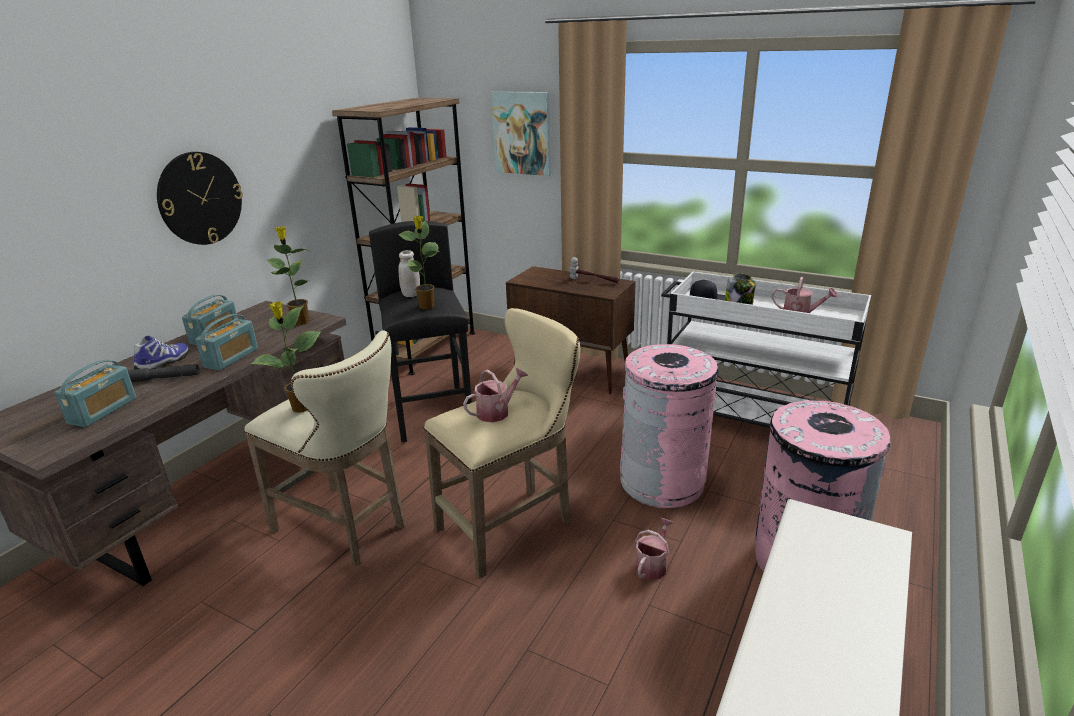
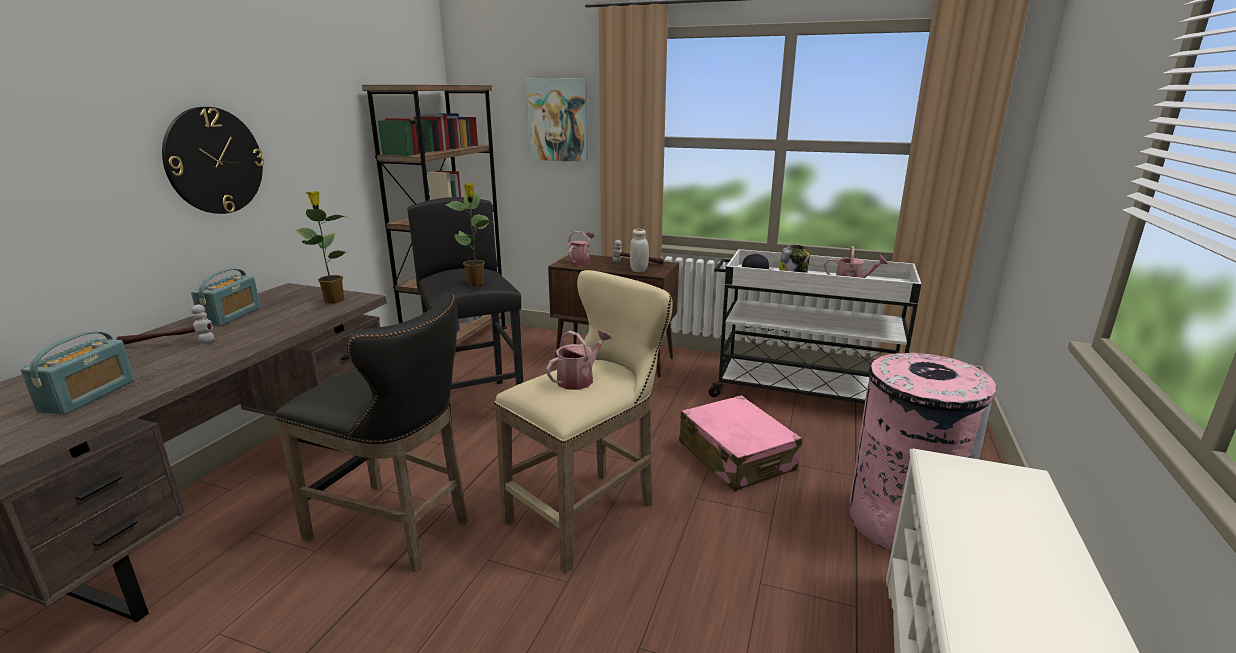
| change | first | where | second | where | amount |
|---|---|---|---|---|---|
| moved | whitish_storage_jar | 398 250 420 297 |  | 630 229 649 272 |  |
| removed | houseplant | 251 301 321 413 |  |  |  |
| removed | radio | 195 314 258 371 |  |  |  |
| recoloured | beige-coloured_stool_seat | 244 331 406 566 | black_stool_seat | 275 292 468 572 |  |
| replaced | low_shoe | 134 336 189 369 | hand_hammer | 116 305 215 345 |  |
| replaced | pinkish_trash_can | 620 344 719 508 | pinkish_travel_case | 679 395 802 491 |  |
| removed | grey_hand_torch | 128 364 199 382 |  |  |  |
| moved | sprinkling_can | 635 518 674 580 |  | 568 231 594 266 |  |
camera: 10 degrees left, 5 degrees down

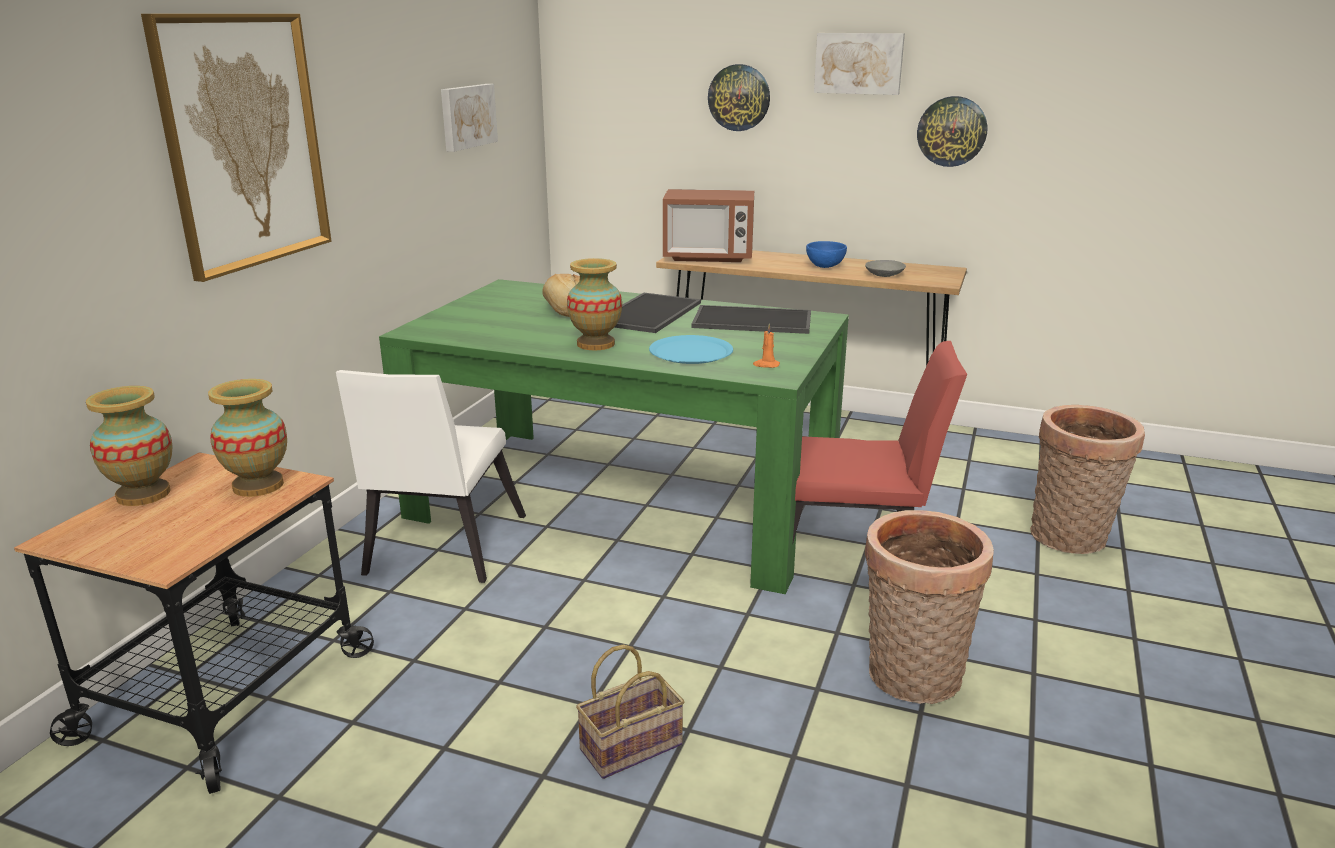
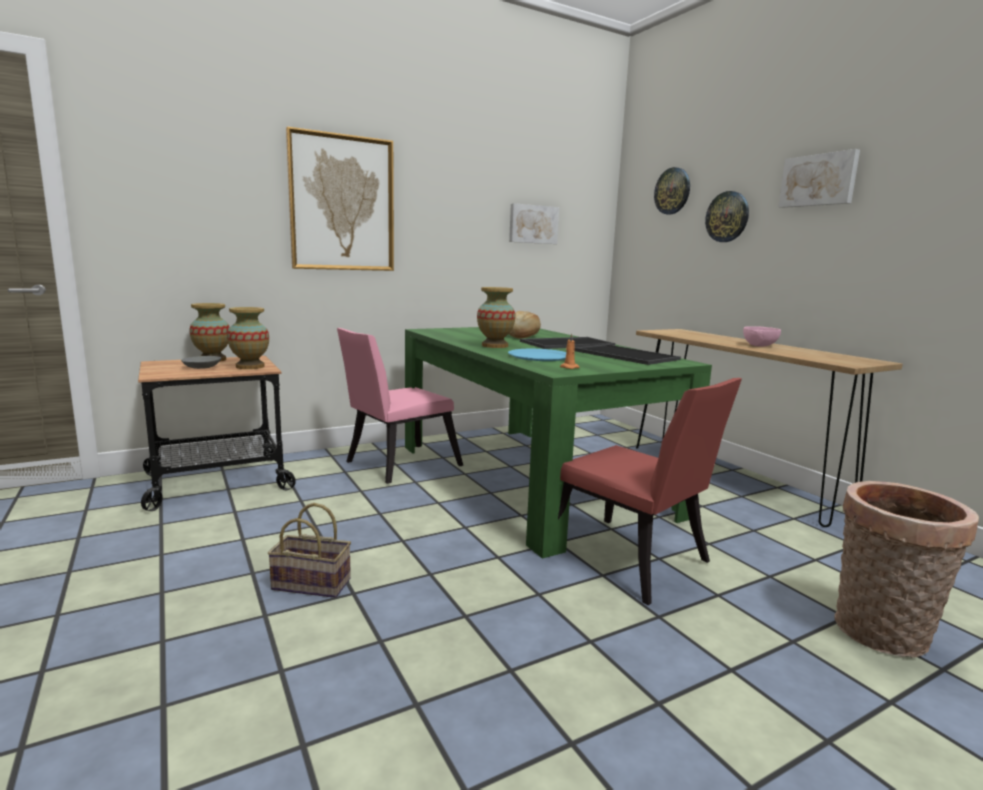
| change | first | where | second | where | amount |
|---|---|---|---|---|---|
| moved | clock_on_the_wall | 917 96 987 167 |  | 654 167 690 215 |  |
| removed | kitchen_microwave | 663 189 754 262 |  |  |  |
| recoloured | blue_bowl | 806 241 847 268 | pinkish_bowl | 743 326 781 347 |  |
| moved | grey_bowl | 865 260 906 277 |  | 181 356 221 369 |  |
| recoloured | whitish_upright_chair | 336 370 526 583 | pinkish_upright_chair | 337 328 463 484 |  |
| removed | basket | 865 510 994 704 |  |  |  |
camera: 40 degrees right, 10 degrees down

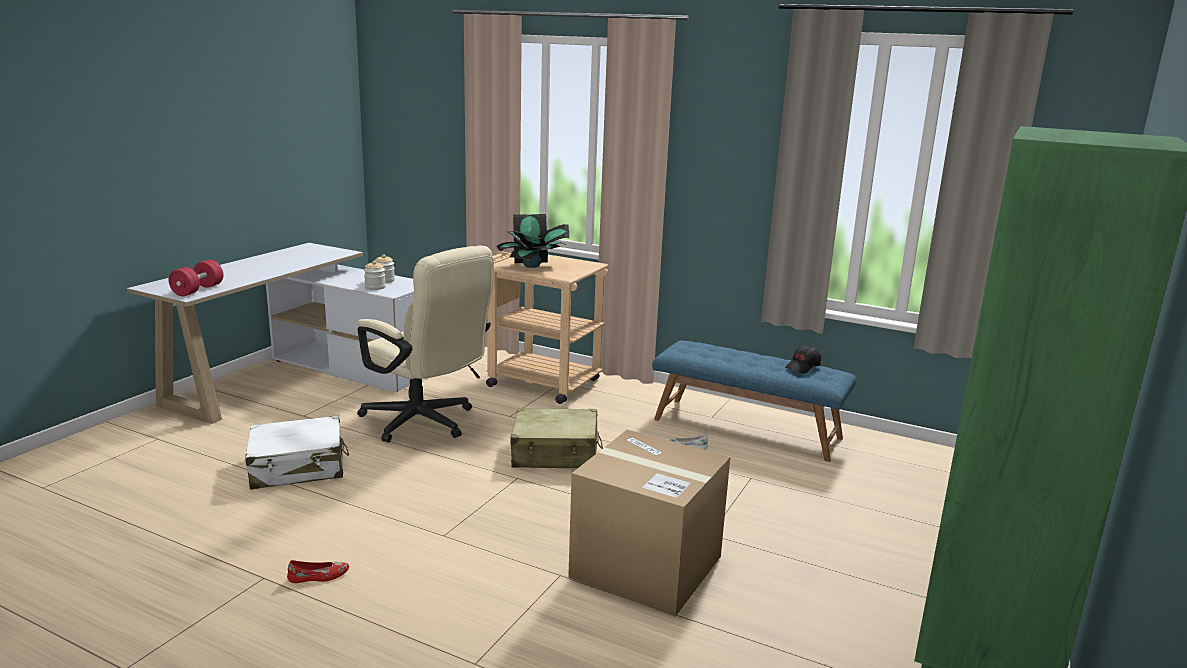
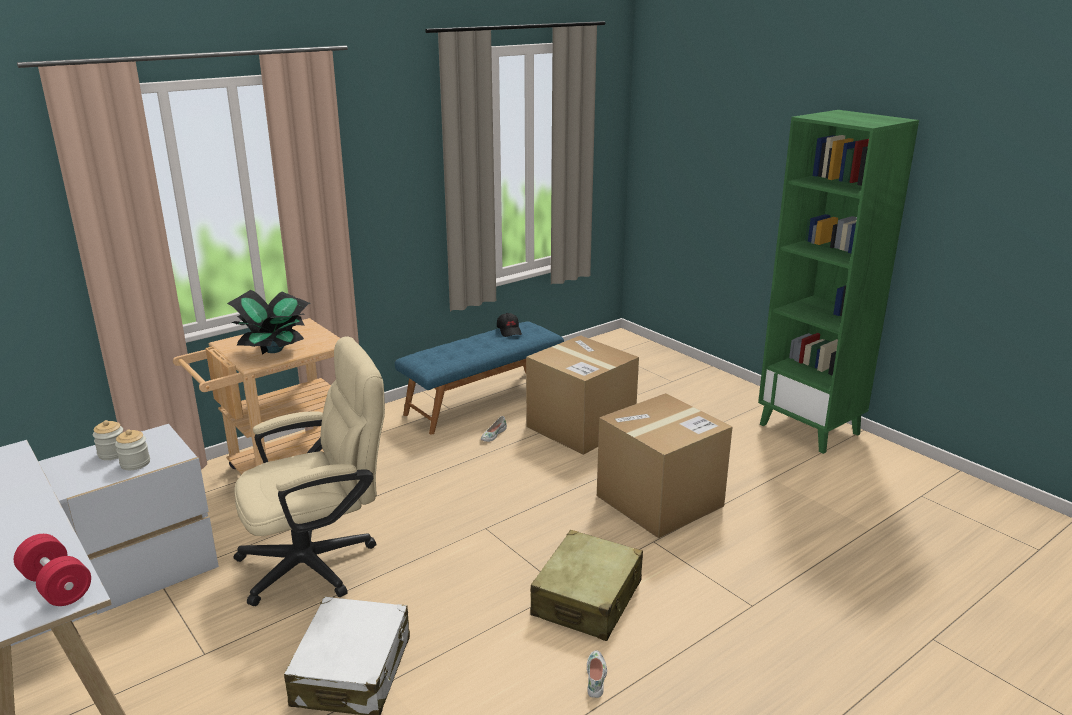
| change | first | where | second | where | amount |
|---|---|---|---|---|---|
| moved | beige-coloured_travel_case | 510 408 603 468 |  | 530 530 643 641 |  |
| recoloured | red-coloured_low_shoe | 287 560 349 583 | whitish_low_shoe | 587 650 607 698 |  |
| added |  |  | cardboard_box | 526 335 639 455 |  |
camera: 65 degrees left, 5 degrees up

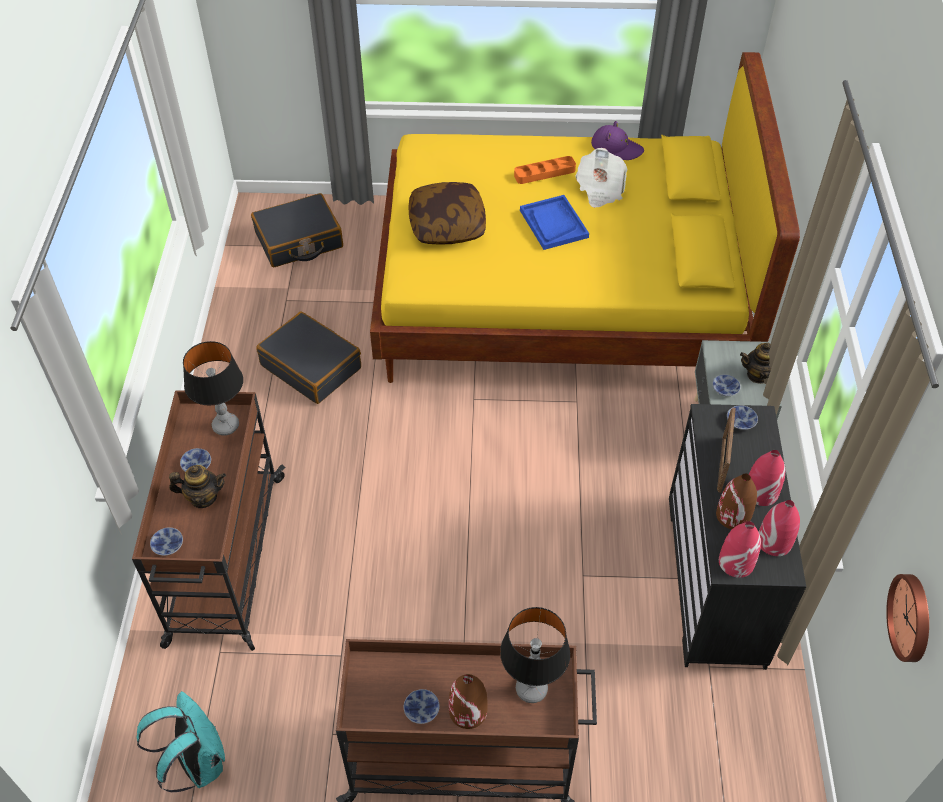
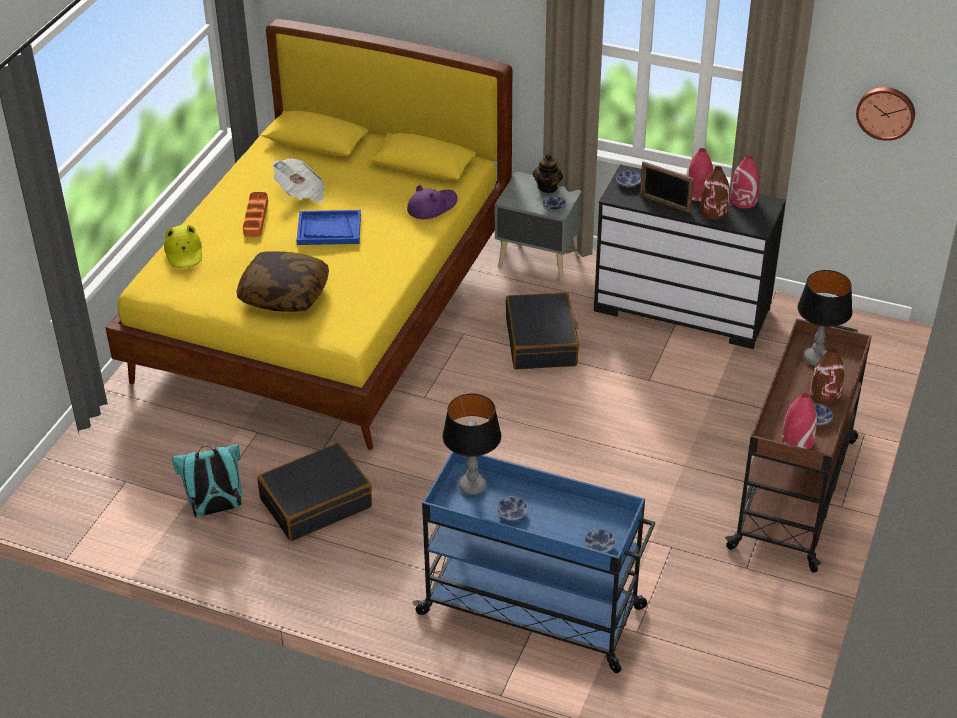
| change | first | where | second | where | amount |
|---|---|---|---|---|---|
| moved | purplish_clothing_hat | 591 121 644 160 |  | 407 185 458 219 |  |
| moved | black_travel_case | 251 193 343 267 |  | 506 292 579 369 |  |
| recoloured | brownish_cart | 132 390 285 651 | blue_cart | 413 452 655 673 |  |
| removed | tea_pot | 169 465 226 508 |  |  |  |
| moved | red-coloured_decorative_vase | 719 521 761 578 |  | 782 393 817 449 |  |
| moved | blue-green_backpack | 137 691 225 792 |  | 172 444 242 517 |  |
| added |  |  | yellow-coloured_clothing_hat | 164 225 202 268 |  |
camera: 70 degrees left, 10 degrees down

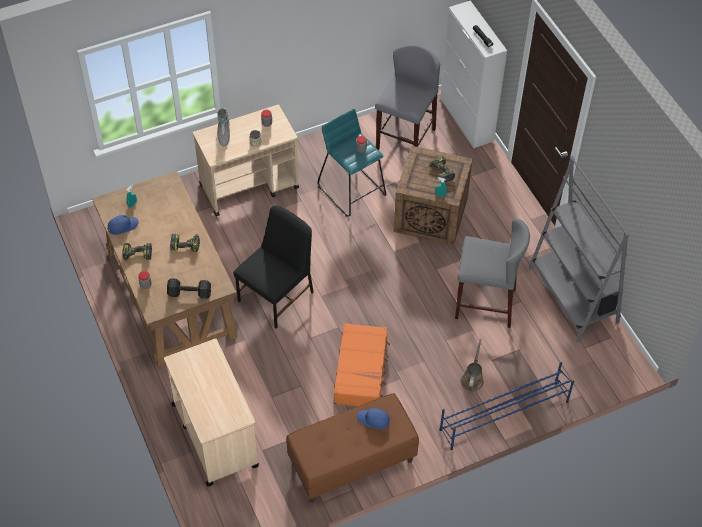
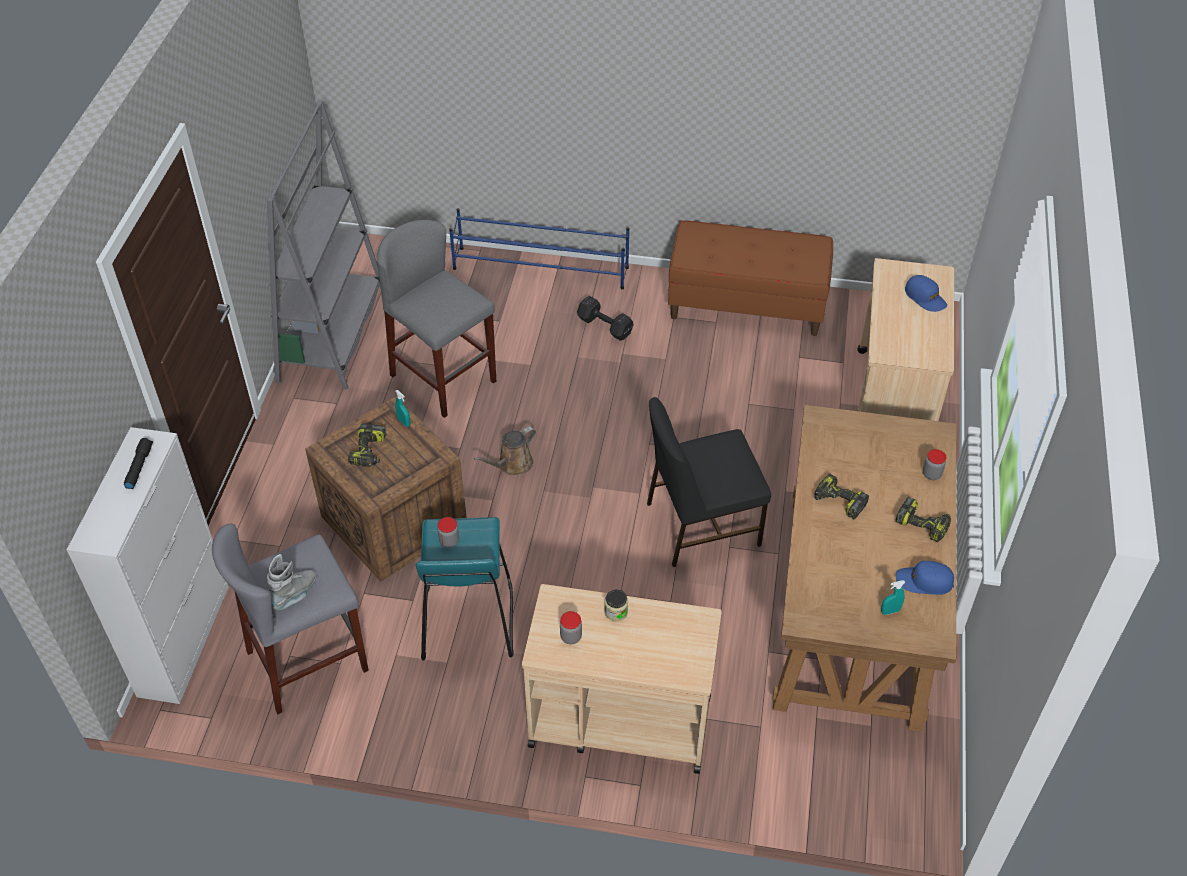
| change | first | where | second | where | amount |
|---|---|---|---|---|---|
| moved | grey_tall_boot | 217 108 230 146 |  | 267 554 316 610 |  |
| moved | black_dumbbell | 167 278 211 299 |  | 577 296 634 341 |  |
| removed | orange_travel_case | 334 323 390 406 |  |  |  |
| moved | brownish_sprinkling_can | 461 339 484 392 |  | 474 426 536 475 |  |
| moved | blue_cap | 357 408 390 429 |  | 905 275 947 312 |  |
camera: 145 degrees left, 5 degrees down

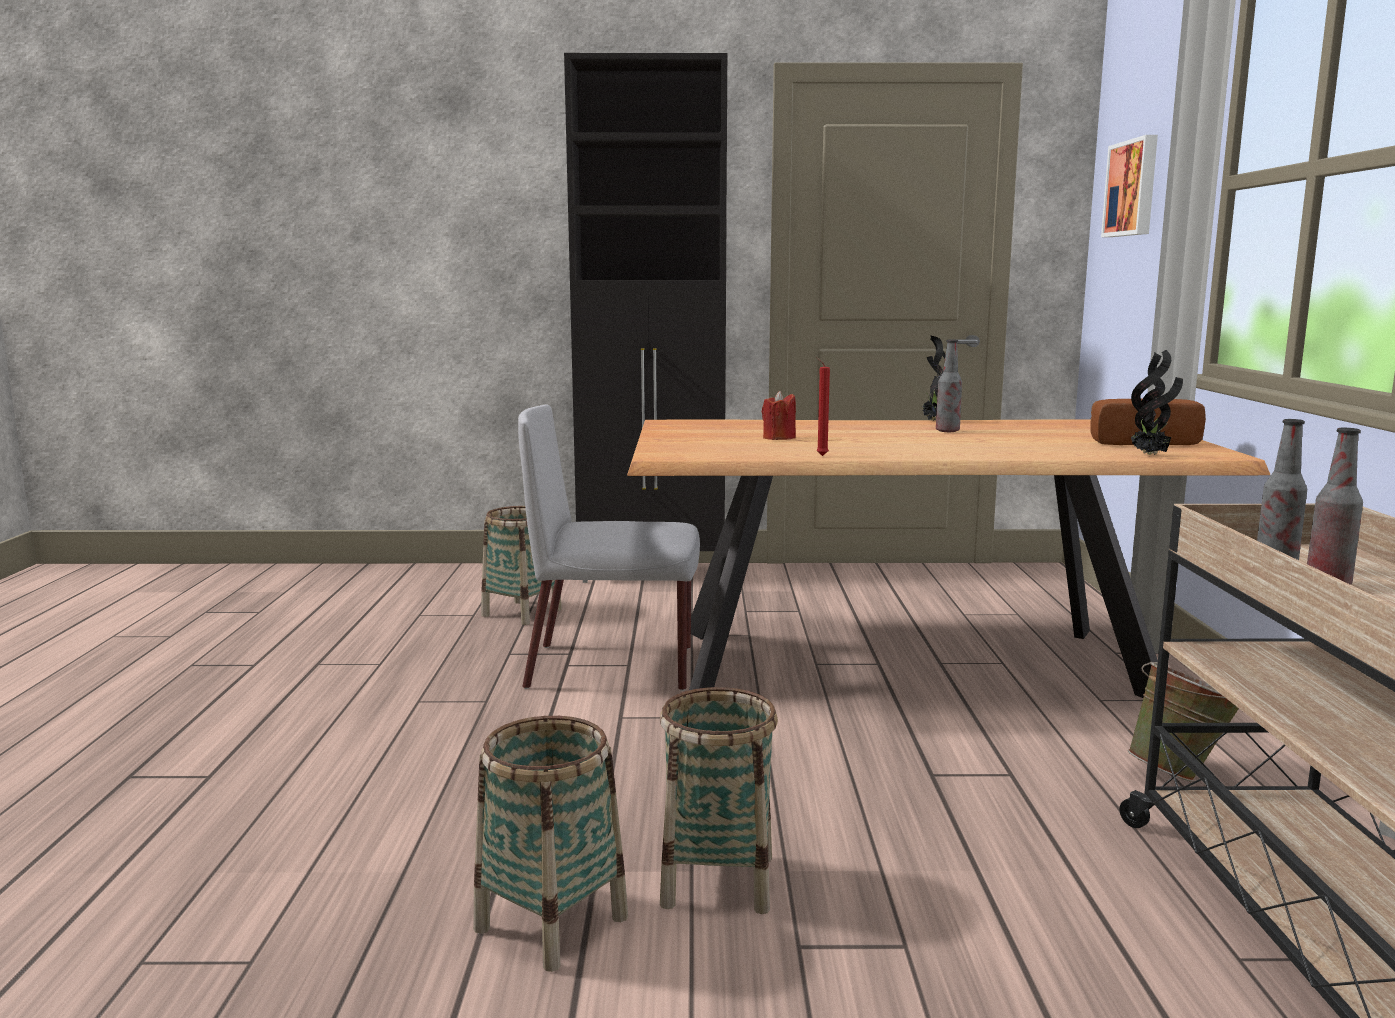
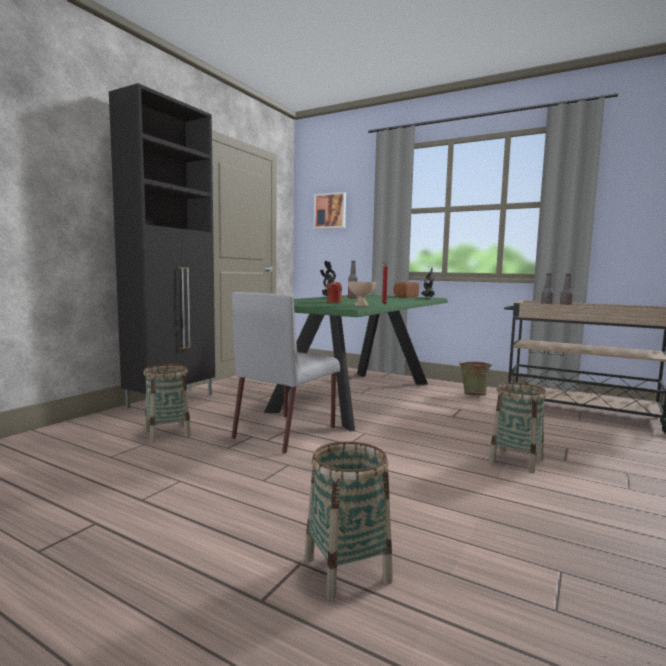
| change | first | where | second | where | amount |
|---|---|---|---|---|---|
| recoloured | brownish_kitchen_table | 627 419 1271 698 | green_kitchen_table | 264 295 448 431 |  |
| moved | basket | 473 716 628 972 |  | 305 441 393 600 |  |
| added |  |  | beige-coloured_bowl | 348 281 376 306 |  |
camera: 60 degrees left, 5 degrees down

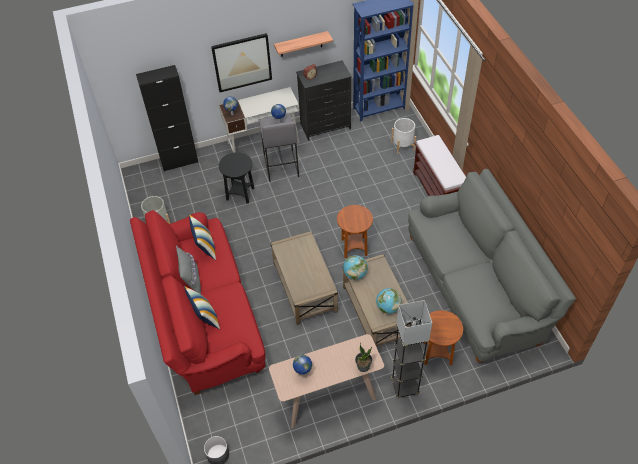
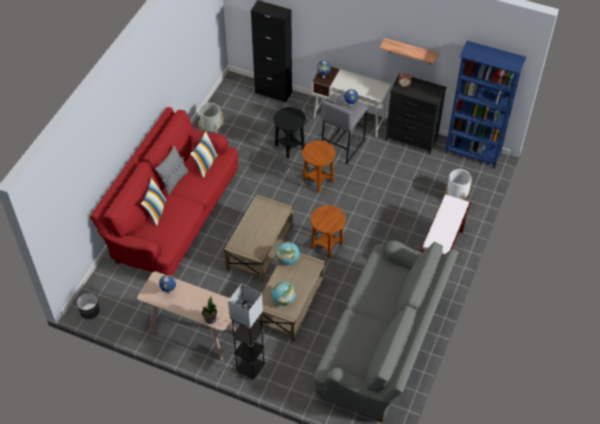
| change | first | where | second | where | amount |
|---|---|---|---|---|---|
| removed | wall_picture | 211 33 272 92 |  |  |  |
| moved | brownish_end_table | 423 310 463 365 |  | 302 140 336 193 |  |
camera: 40 degrees right, 0 degrees up

